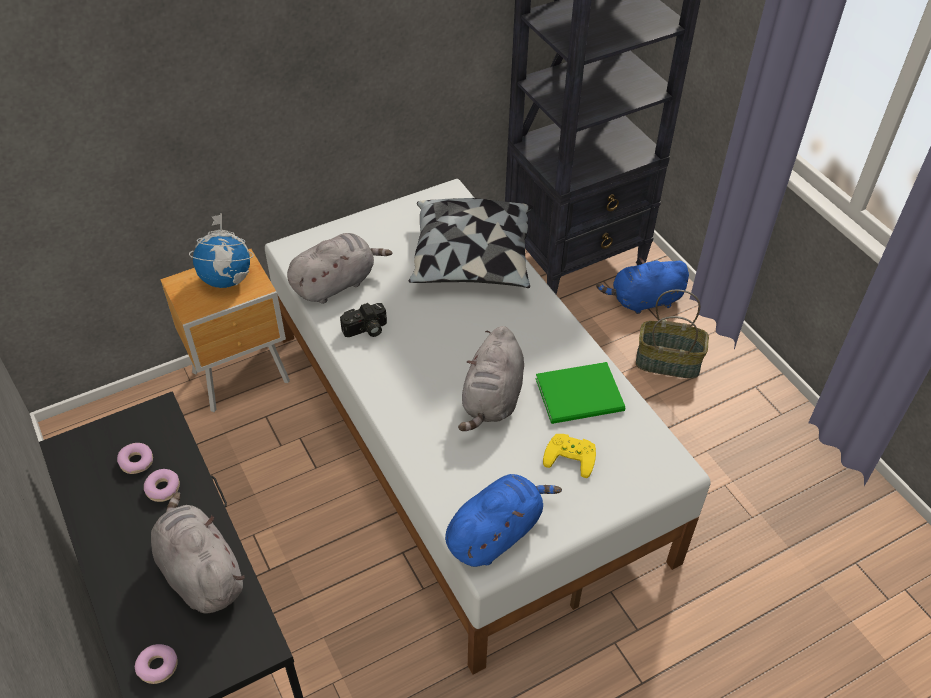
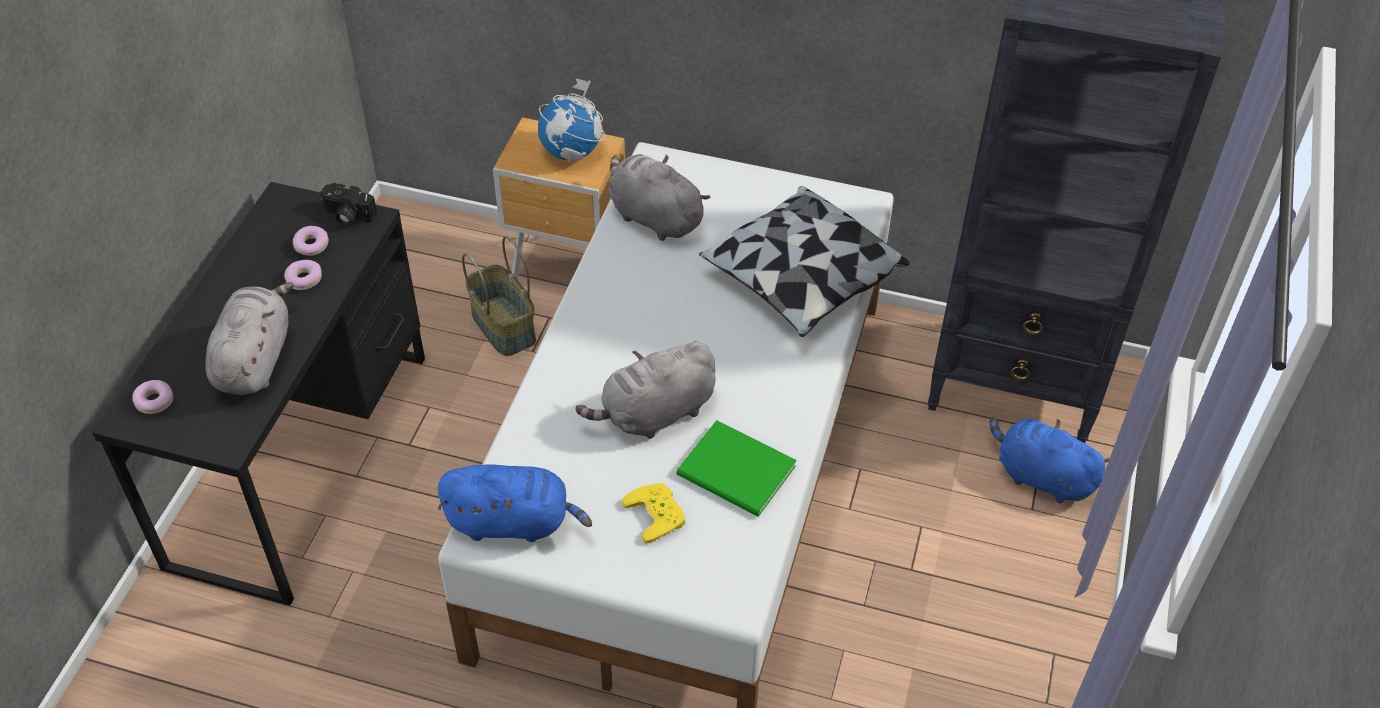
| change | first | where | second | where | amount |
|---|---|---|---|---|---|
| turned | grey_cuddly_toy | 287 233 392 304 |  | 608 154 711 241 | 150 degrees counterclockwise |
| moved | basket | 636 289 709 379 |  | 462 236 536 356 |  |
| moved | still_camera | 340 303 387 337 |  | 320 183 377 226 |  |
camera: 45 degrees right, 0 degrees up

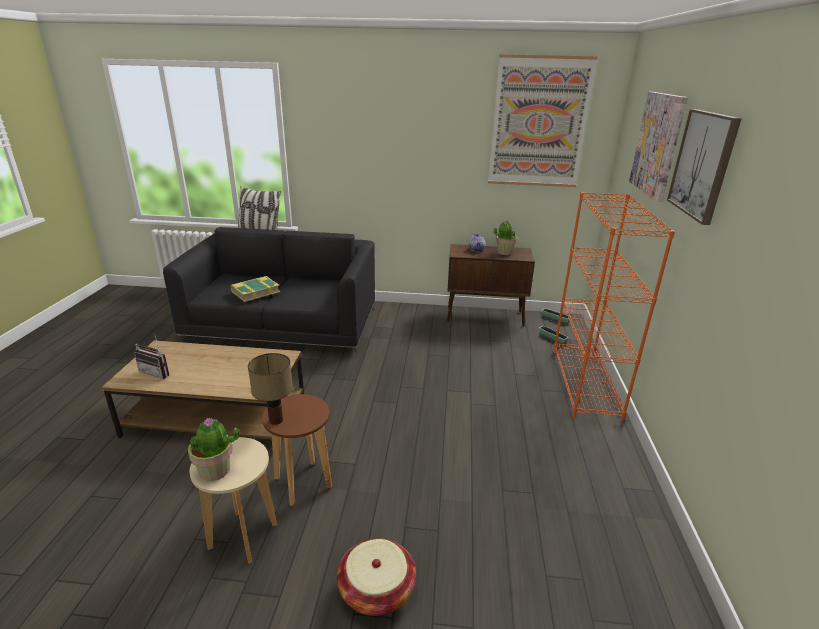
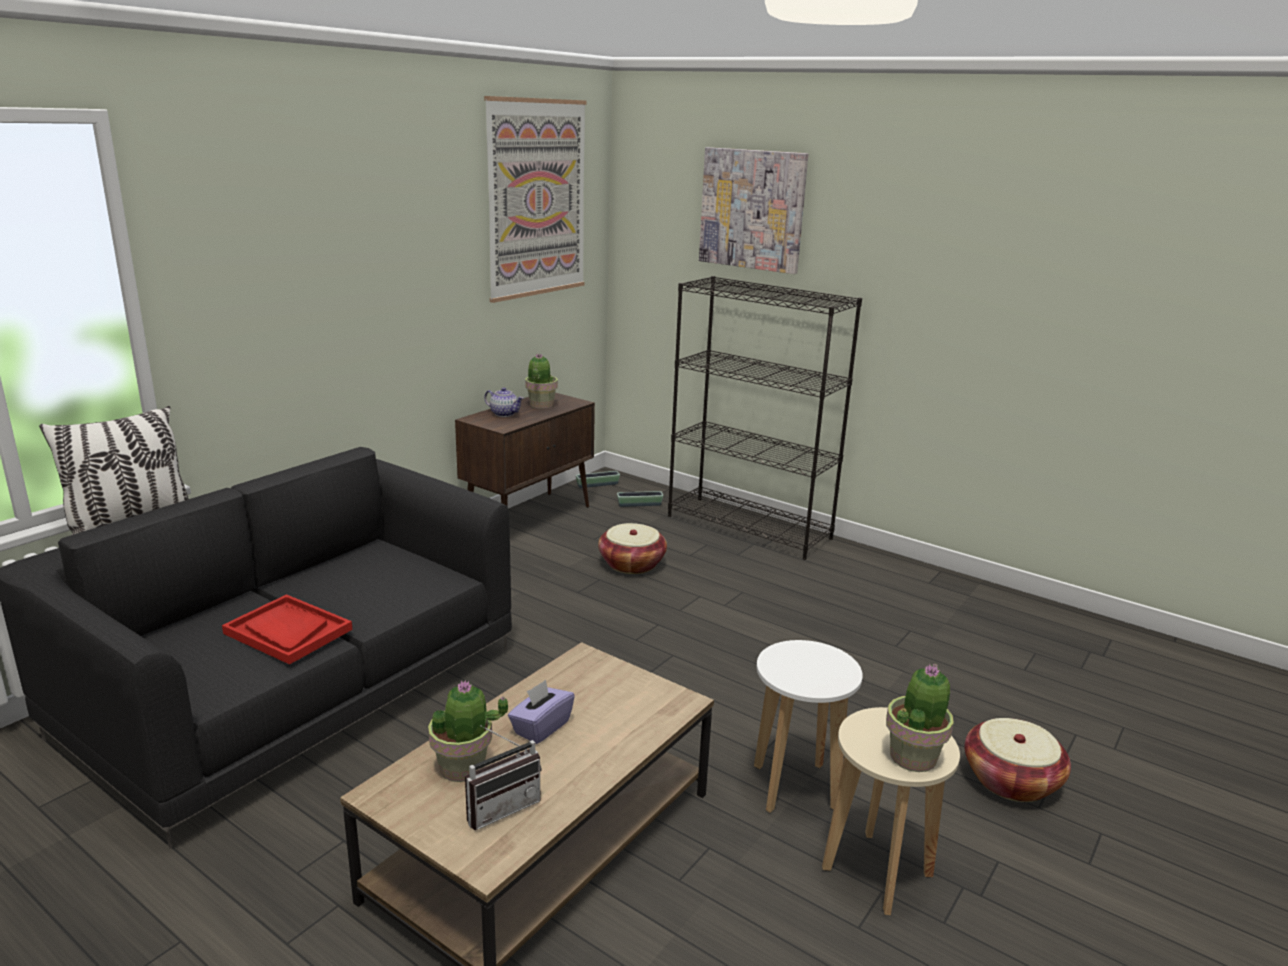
| change | first | where | second | where | amount |
|---|---|---|---|---|---|
| removed | wall_picture | 667 109 742 225 |  |  |  |
| recoloured | orange_bookcase | 553 192 675 422 | black_bookcase | 668 276 862 560 |  |
| replaced | bound_book | 231 276 280 302 | red-coloured_carrying_tray | 222 594 353 665 |  |
| removed | lamp_for_a_table | 248 353 293 425 |  |  |  |
| recoloured | brownish_stool_seat | 262 394 332 506 | whitish_stool_seat | 754 640 863 813 |  |
| added |  |  | basket | 598 523 667 574 |  |
| added |  |  | houseplant | 428 680 509 782 |  |
| added |  |  | purplish_tissue_box | 508 680 575 744 |  |
camera: 60 degrees left, 5 degrees down

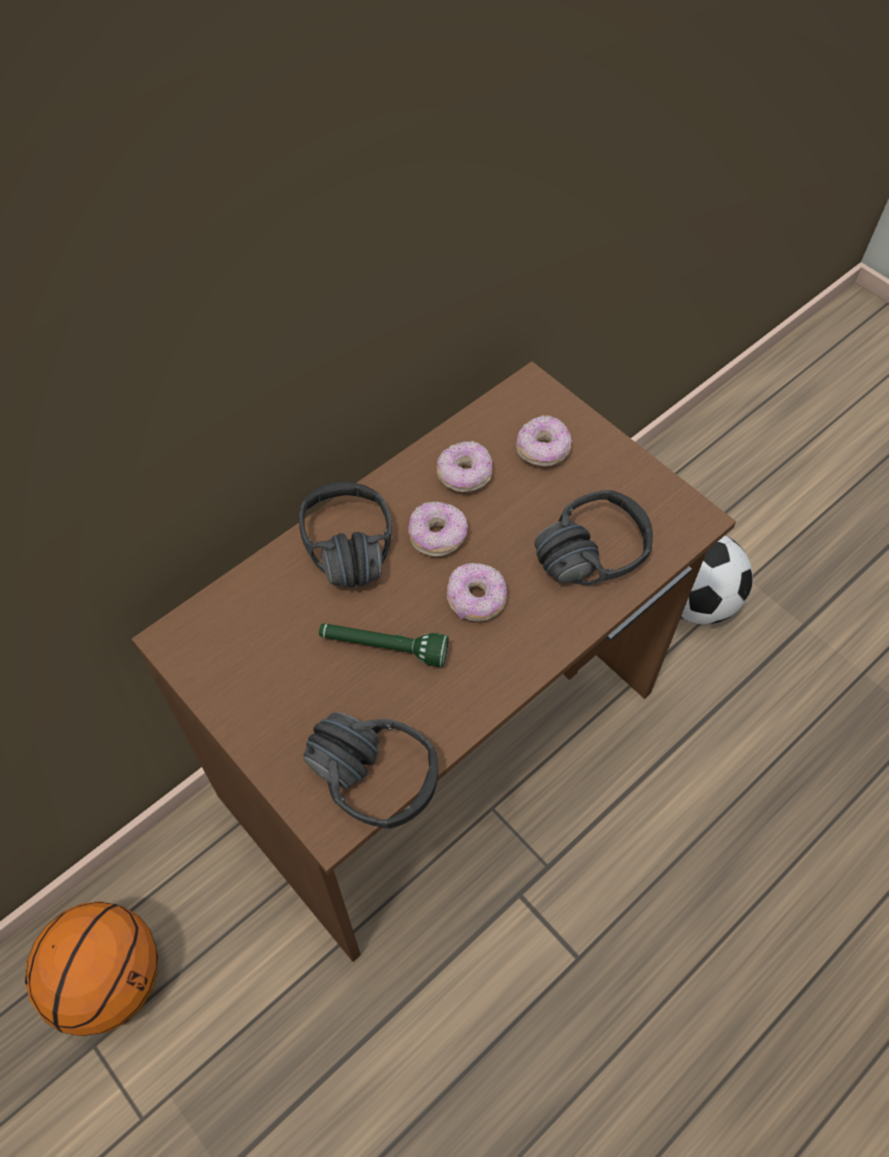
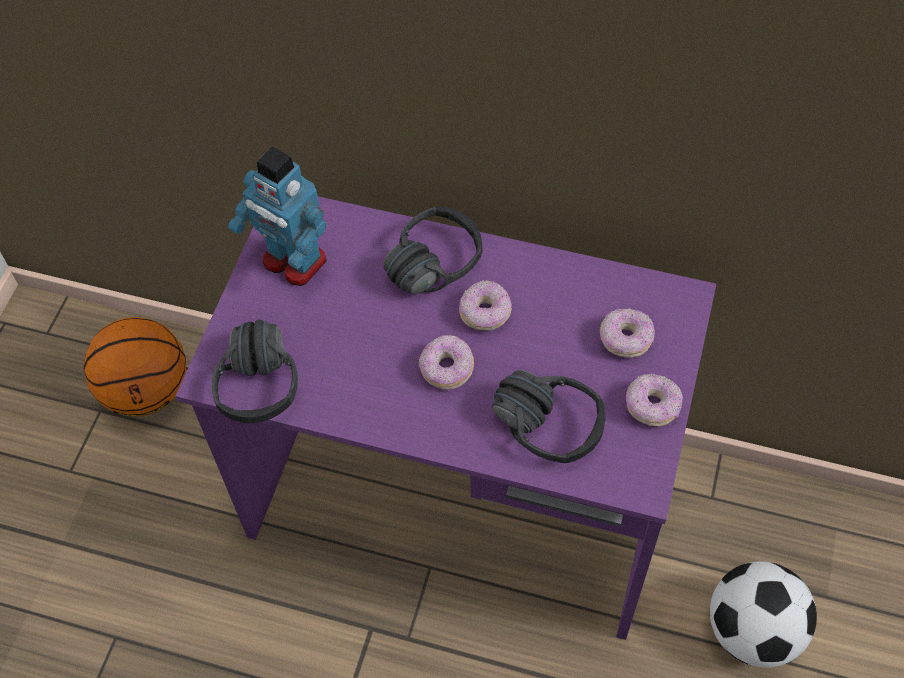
| change | first | where | second | where | amount |
|---|---|---|---|---|---|
| recoloured | brownish_desk_unit | 132 361 736 962 | purplish_desk_unit | 175 196 716 640 |  |
| moved | ring_doughnut | 437 441 492 492 |  | 626 374 683 427 |  |
| removed | green_hand_torch | 319 623 449 667 |  |  |  |
| added |  |  | robot_figure | 228 146 327 286 |  |
camera: 60 degrees right, 0 degrees up

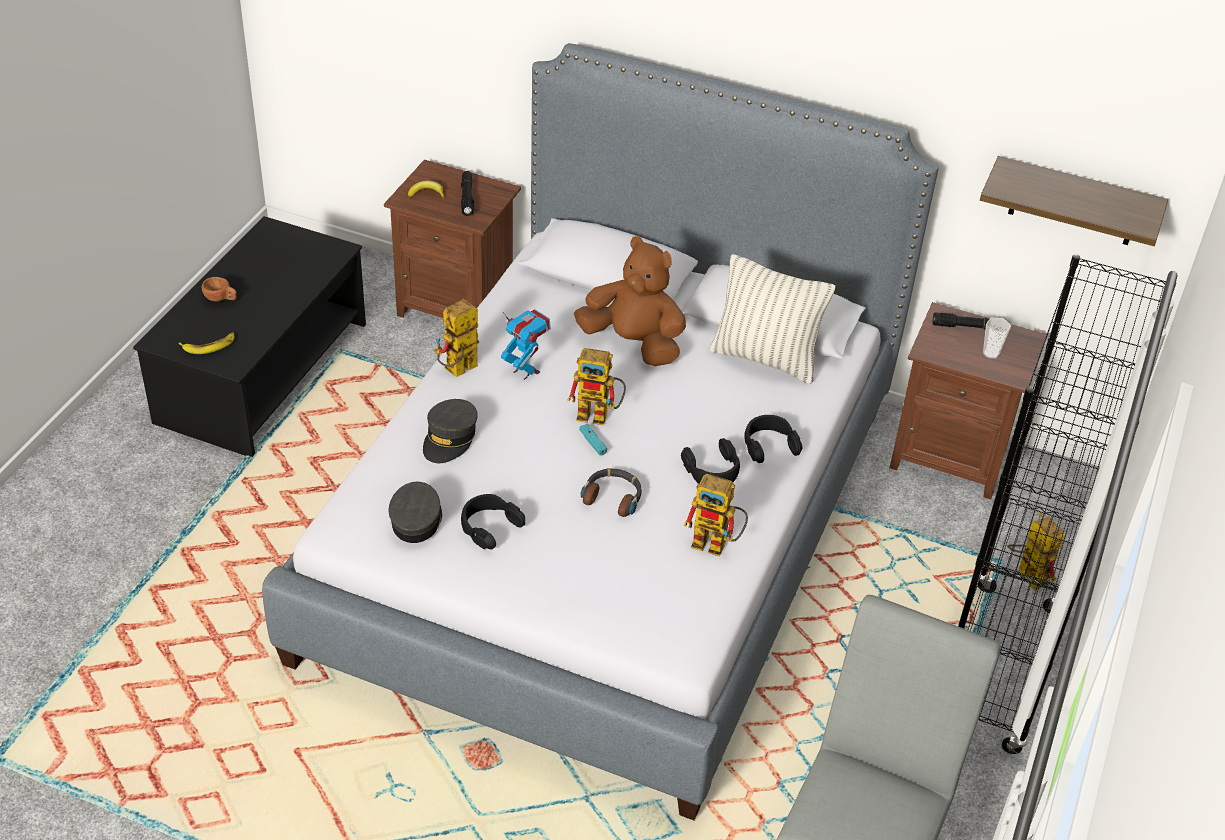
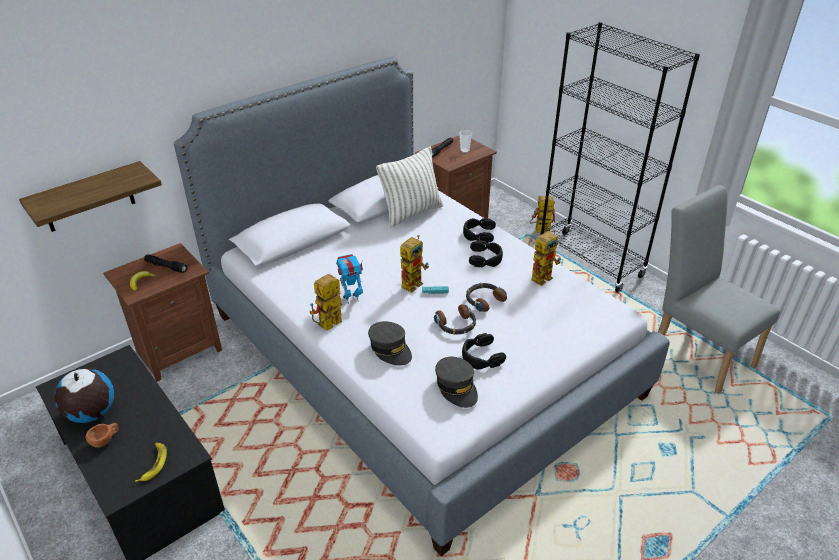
| change | first | where | second | where | amount |
|---|---|---|---|---|---|
| moved | wall_shelf | 980 156 1168 246 |  | 19 161 162 232 |  |
| removed | brownish_cuddly_toy | 574 236 686 366 |  |  |  |
| turned | robot_figure | 434 299 479 377 |  | 309 274 342 331 | 60 degrees clockwise |
| turned | grey_cap | 389 482 442 543 |  | 435 357 478 408 | 150 degrees counterclockwise |
| added |  |  | headset | 434 304 476 335 |  |
| added |  |  | desk_globe | 54 368 114 423 |  |
camera: 60 degrees left, 5 degrees down

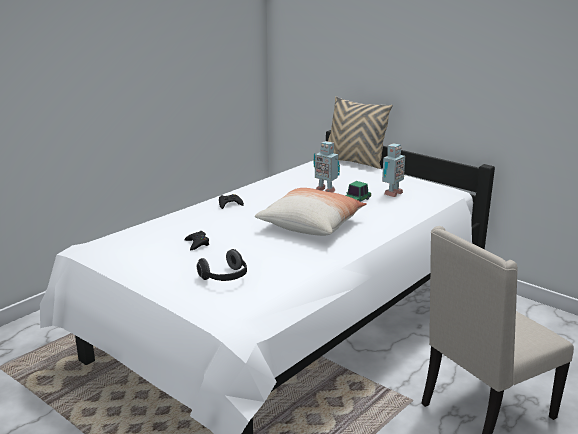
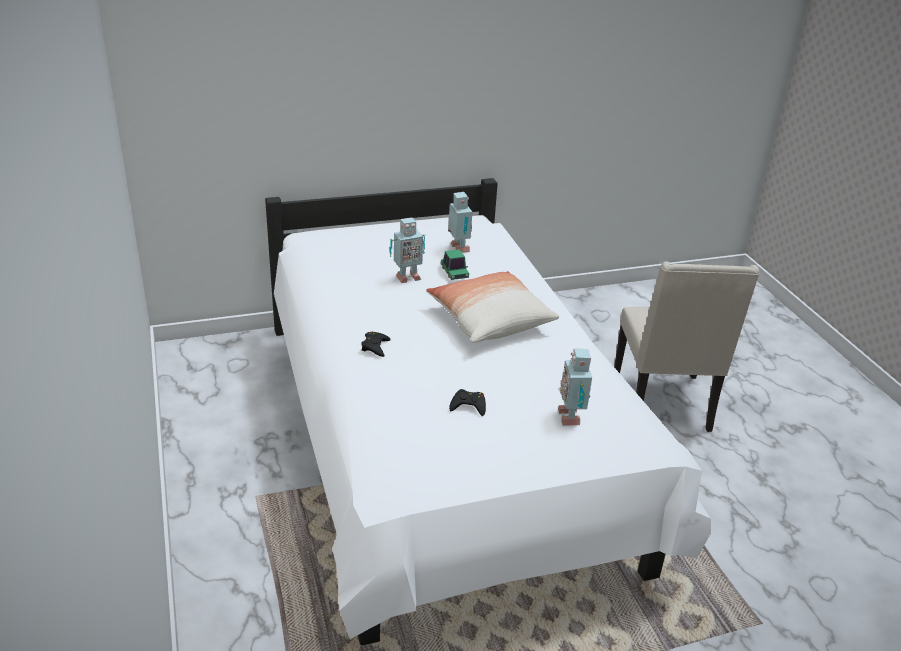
| change | first | where | second | where | amount |
|---|---|---|---|---|---|
| removed | beige-coloured_throw_pillow | 328 96 393 169 |  |  |  |
| replaced | headset | 197 249 247 281 | robot_figure | 558 348 592 426 |  |
camera: 60 degrees left, 10 degrees up

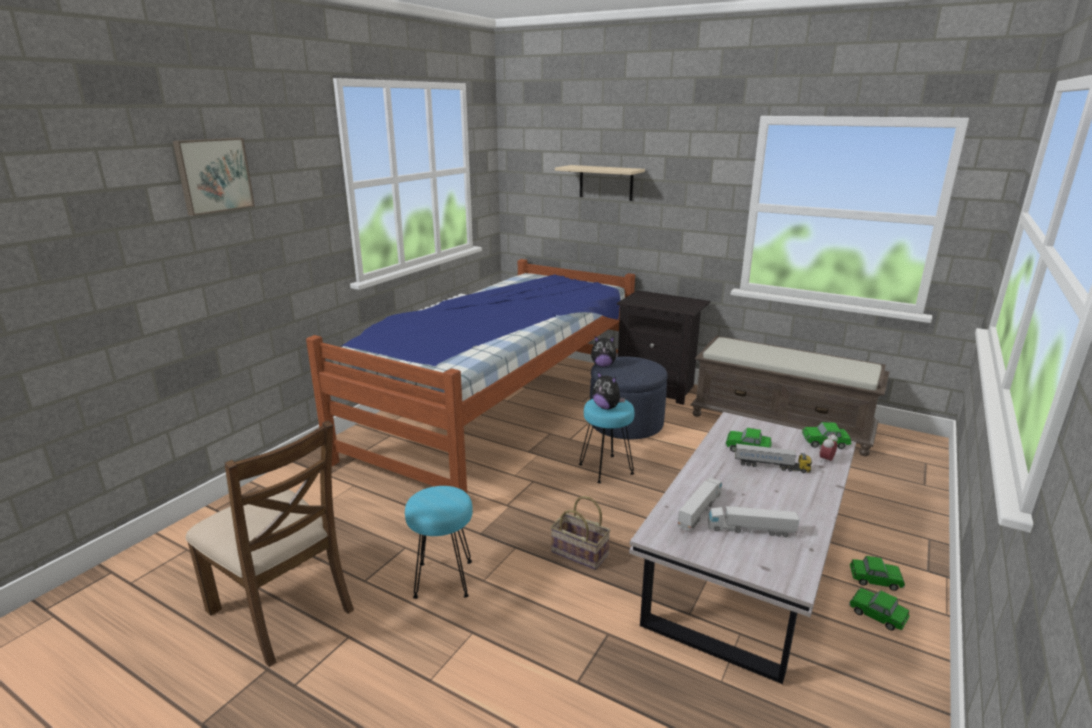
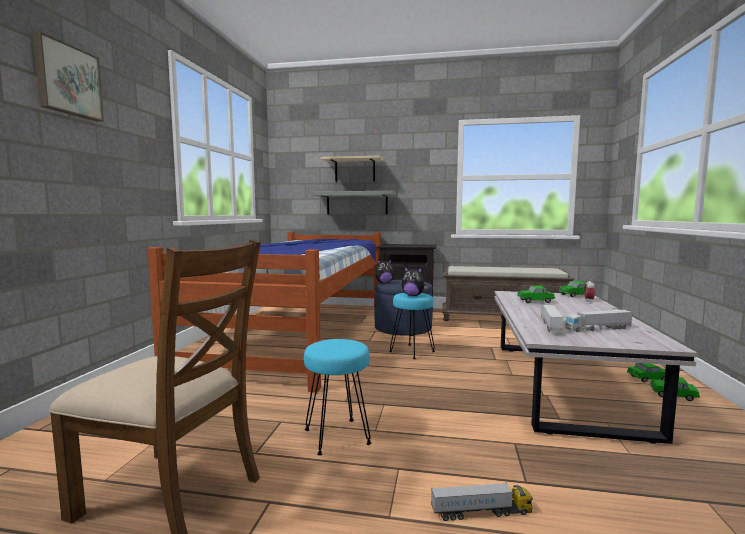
| change | first | where | second | where | amount |
|---|---|---|---|---|---|
| moved | toy_truck | 735 443 812 473 |  | 431 483 533 521 |  |
| removed | basket | 551 496 611 570 |  |  |  |
| added |  |  | grey_wall_shelf | 312 191 396 214 |  |
camera: 20 degrees left, 15 degrees down

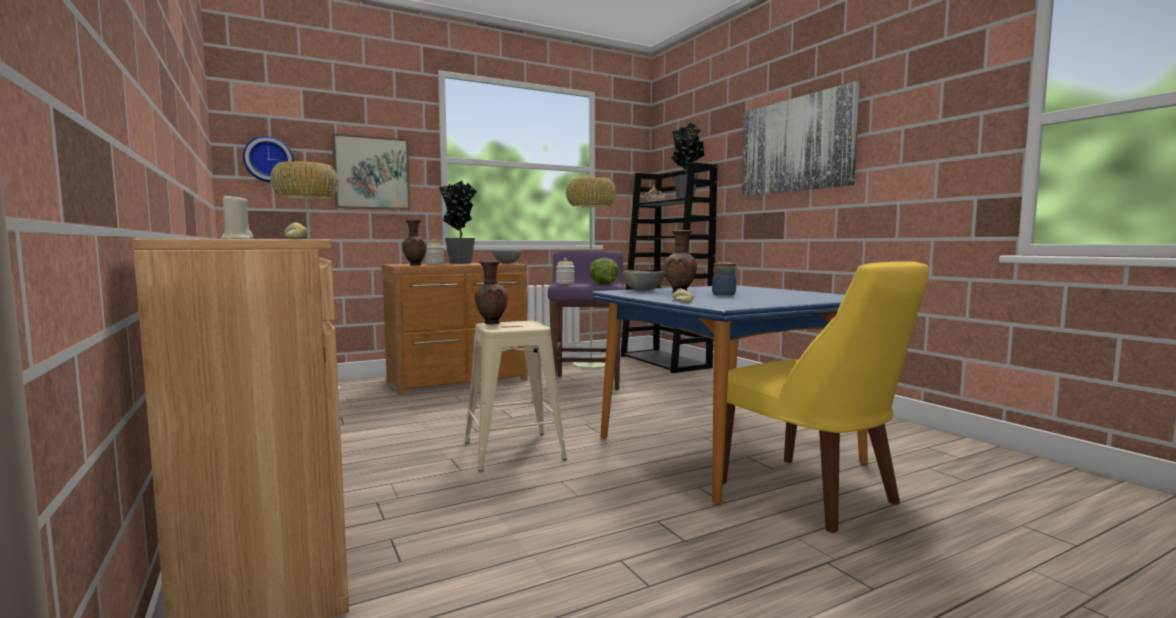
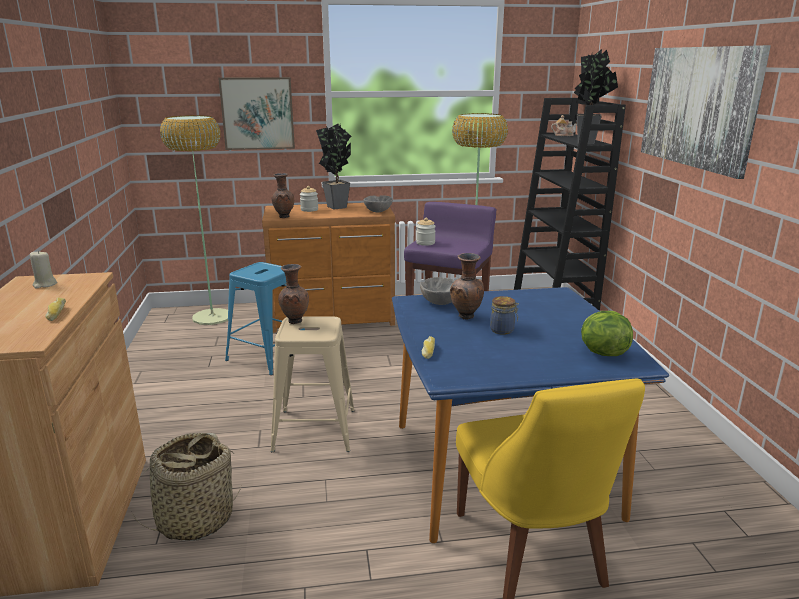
| change | first | where | second | where | amount |
|---|---|---|---|---|---|
| removed | clock_on_the_wall | 243 136 294 182 |  |  |  |
| moved | head_of_lettuce | 589 258 619 284 |  | 581 311 633 356 |  |
| added |  |  | blue_stool_seat | 225 262 305 375 |  |
| added |  |  | basket | 132 433 241 541 |  |
camera: 20 degrees right, 15 degrees up

